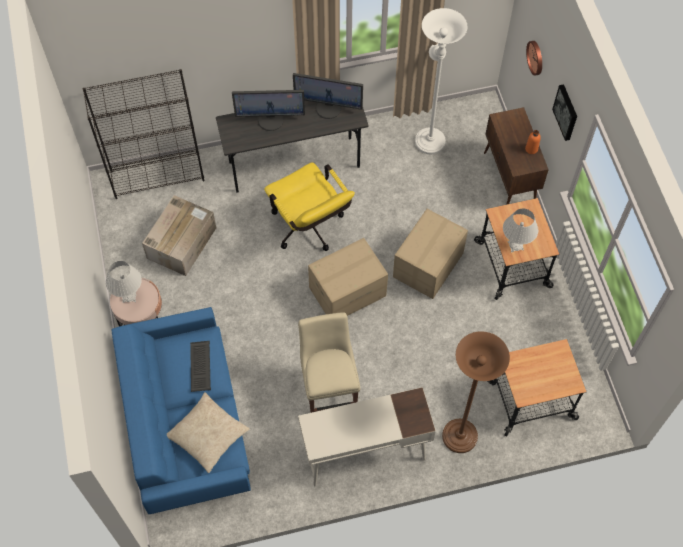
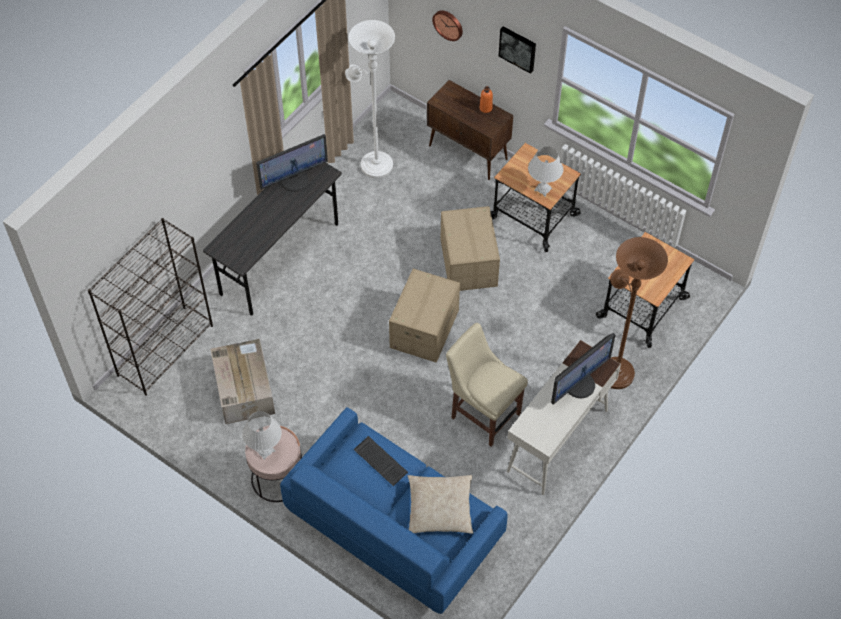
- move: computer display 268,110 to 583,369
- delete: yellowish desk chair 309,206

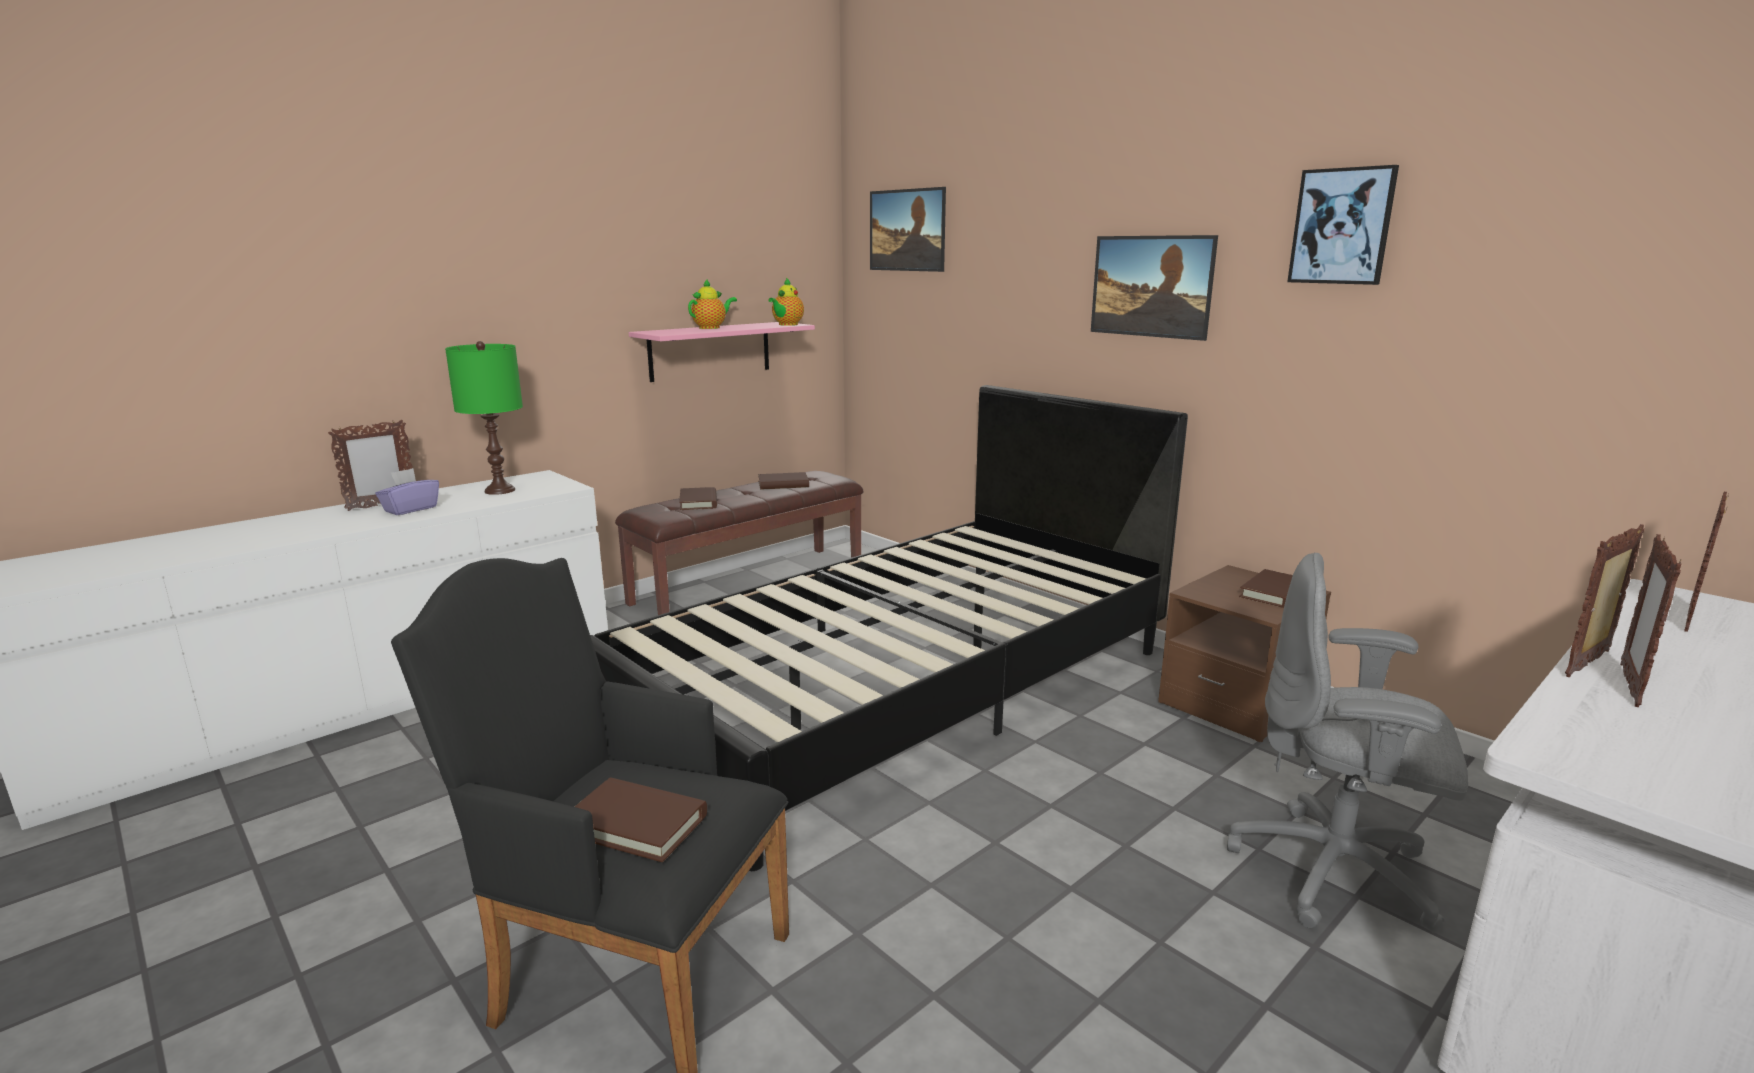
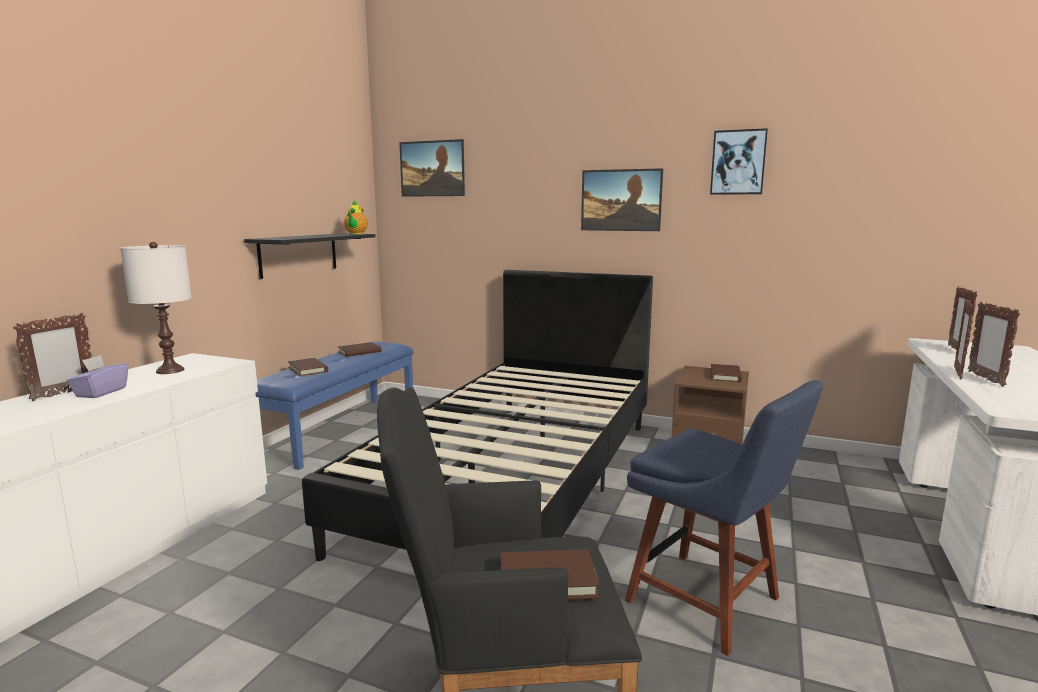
- recolor: green table lamp 484,418 to white-coloured table lamp 156,308
- recolor: pinkish shelf 722,352 to black shelf 309,256
- recolor: brown long seat 739,543 to blue-coloured long seat 334,406
- insert: blue-coloured chair 723,518
- delete: teapot 712,304
- delete: gray desk chair 1347,743

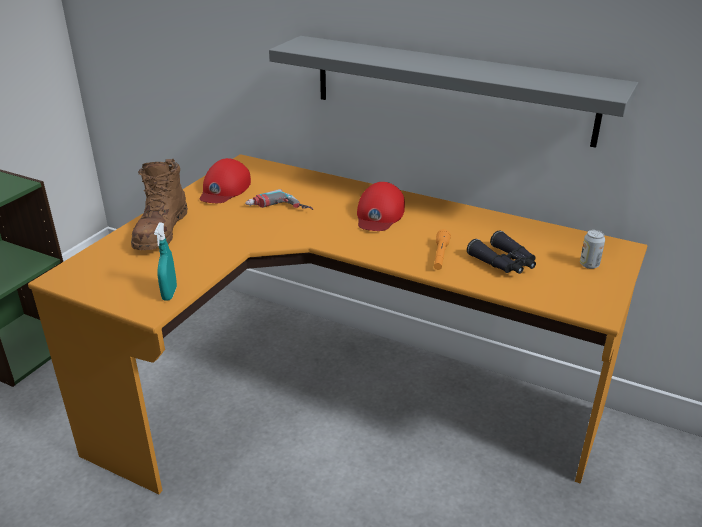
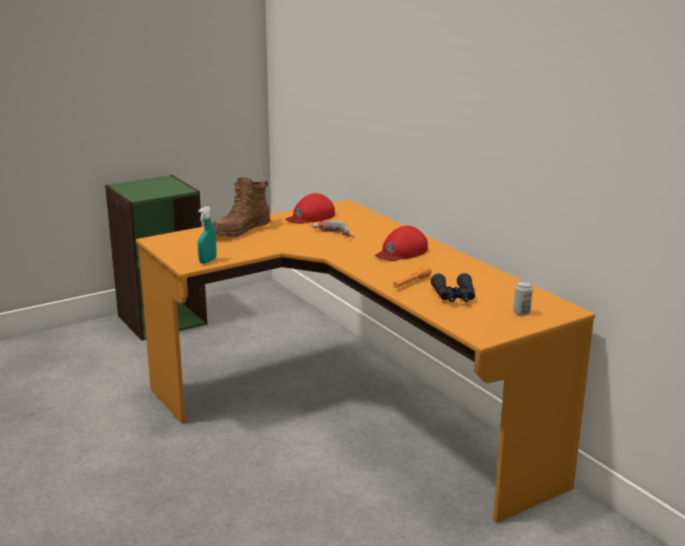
- delete: gray shelf 453,92

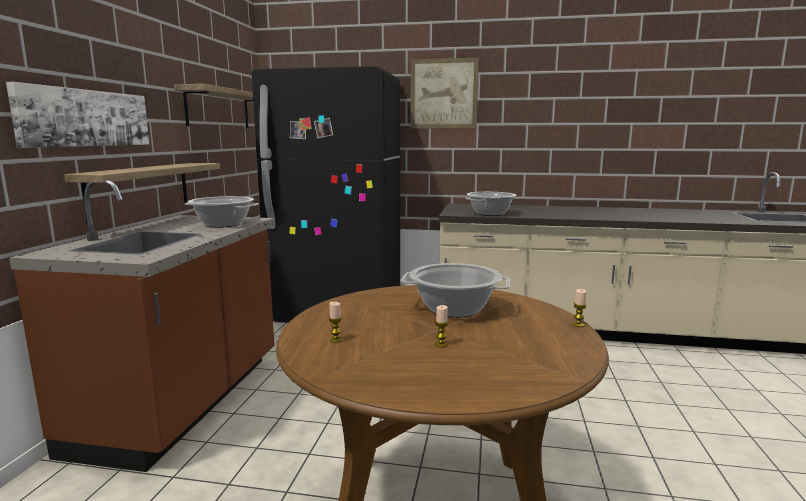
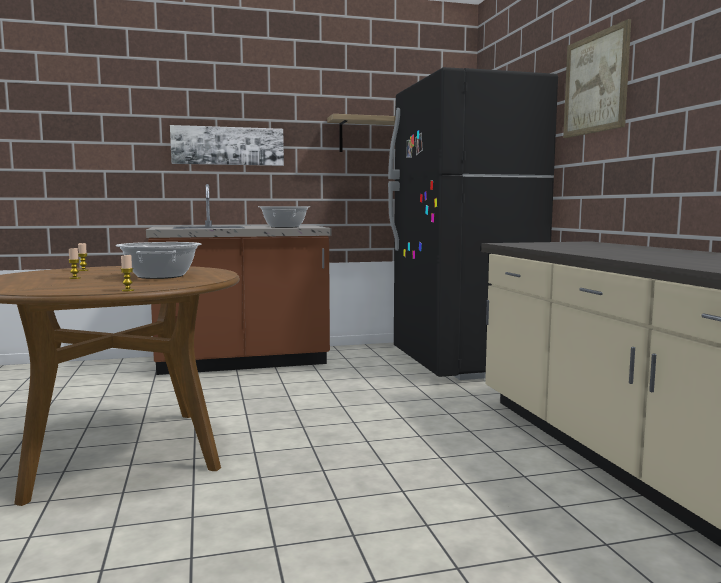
- delete: shelf 142,192
- delete: stockpot 491,204

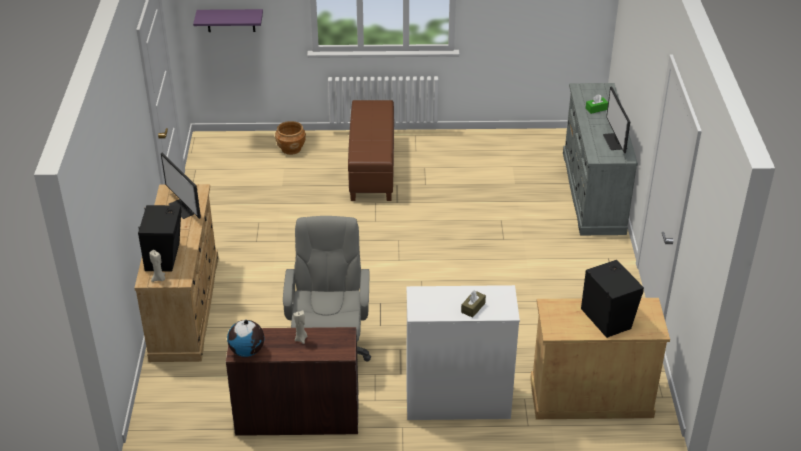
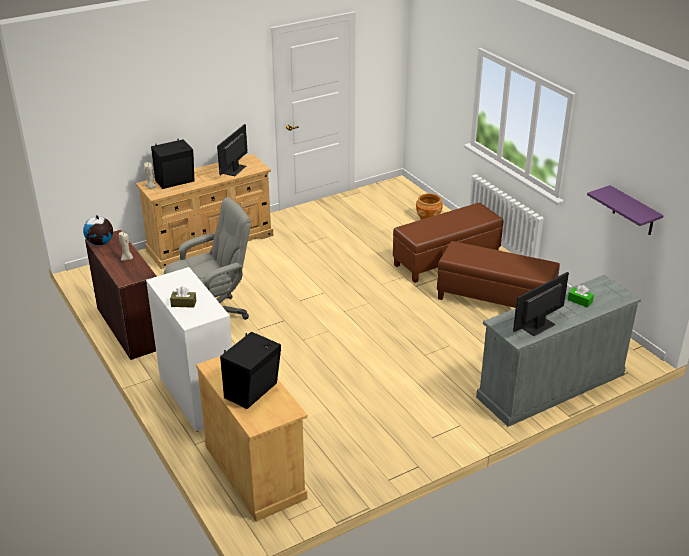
- insert: brown pouffe 498,274
- move: purple-coloured shelf 228,20 to 625,210

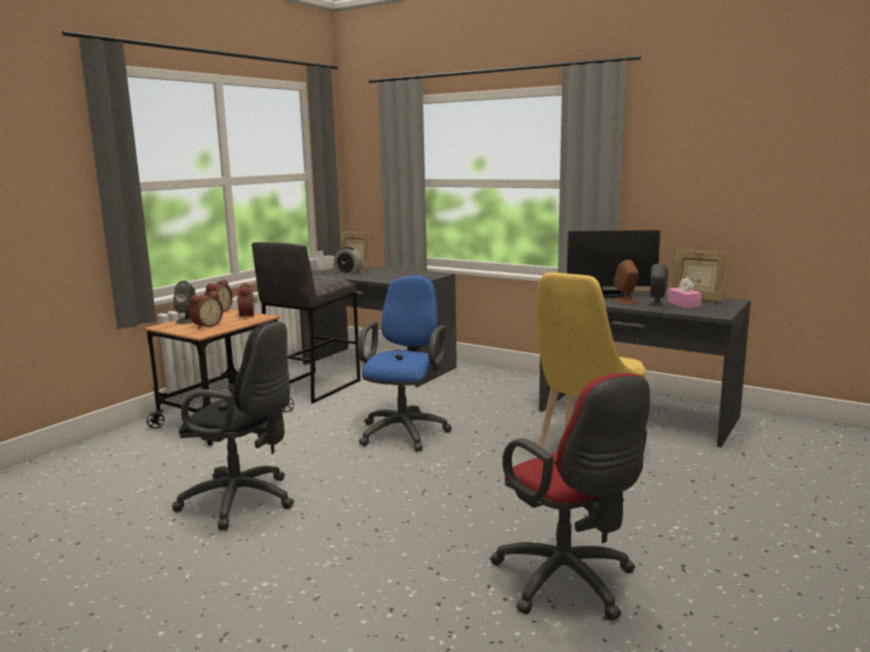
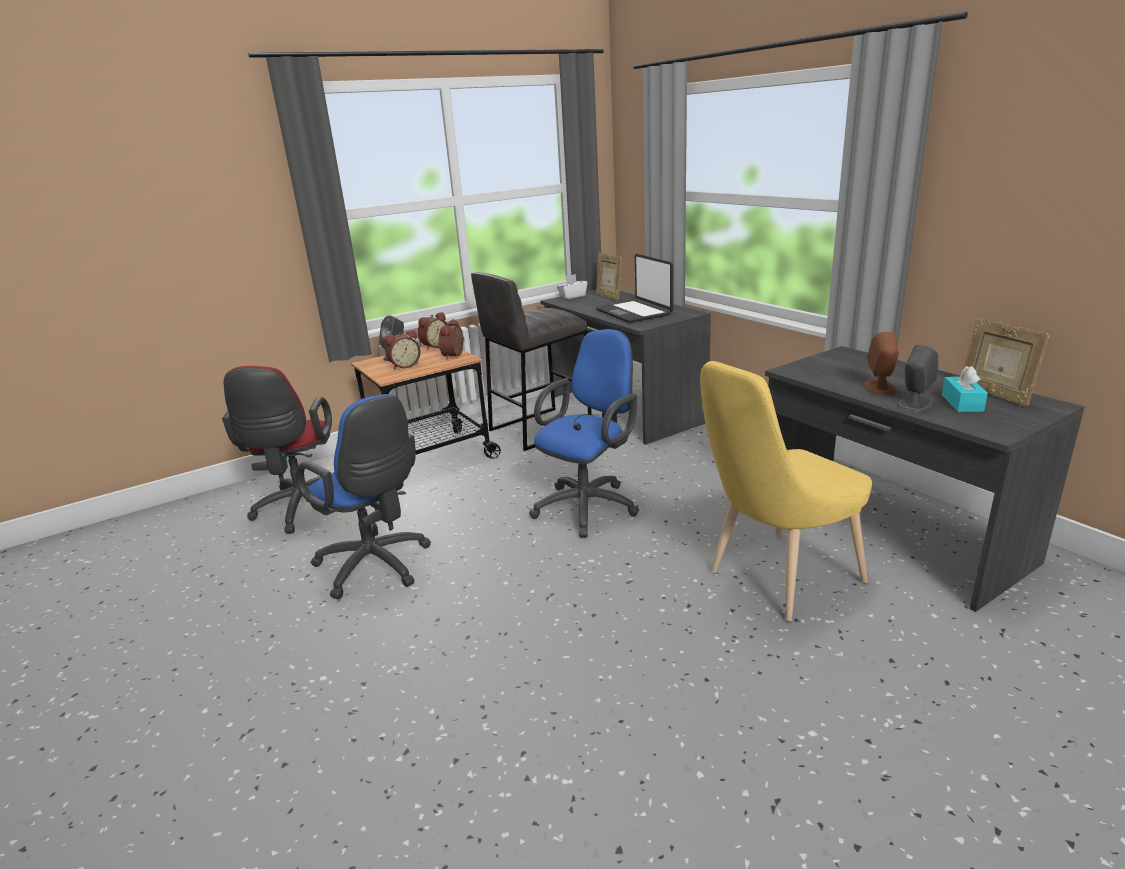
- move: reddish desk chair 570,497 to 277,450
- recolor: black desk chair 233,425 to blue-coloured desk chair 363,496
- insert: portable computer 634,288
- recolor: pinkish box of tissues 684,292 to blue-green box of tissues 965,389
- delete: alarm clock 348,260
- delete: computer display 613,264

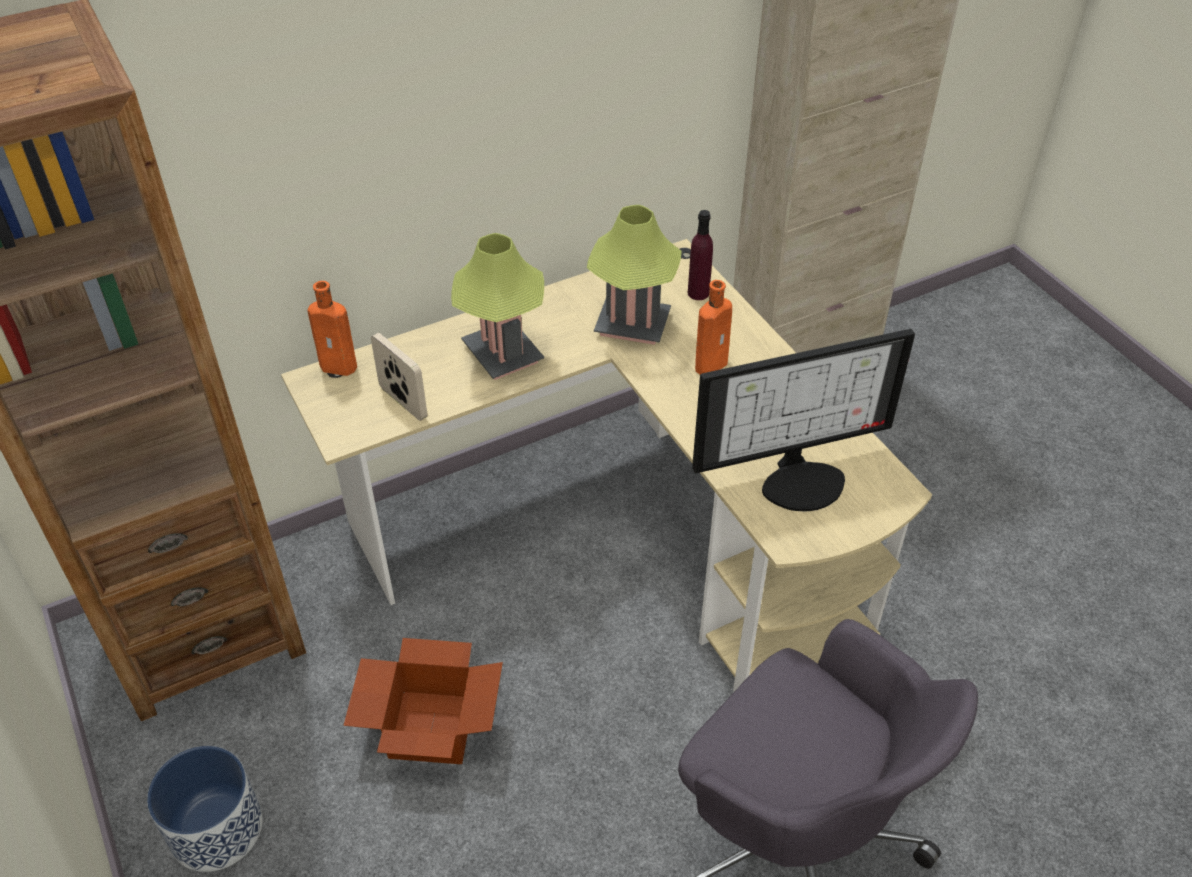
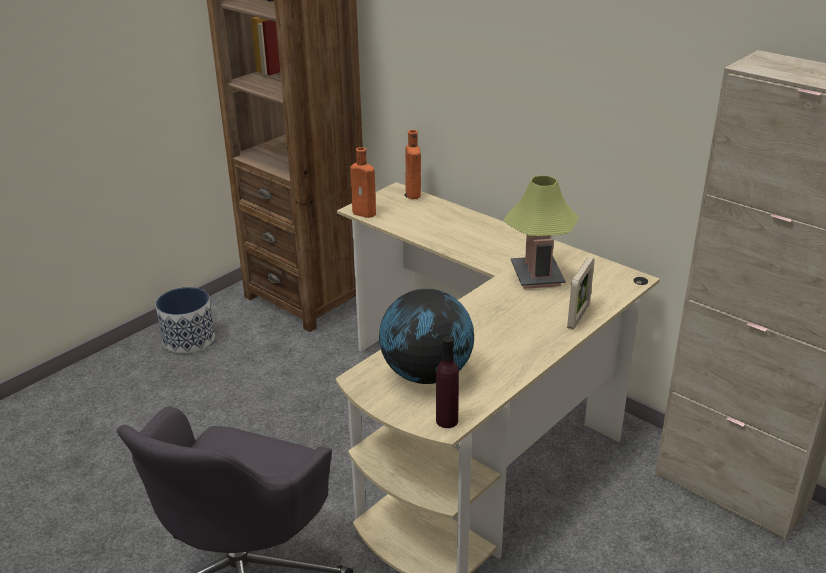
- move: orangey beverage bottle 713,327 to 363,182
- replace: computer display 803,420 to world globe 426,336
- move: purple-coloured beverage bottle 700,255 to 447,382
- move: photo frame 399,377 to 581,293
- delete: carton 423,701
- delete: table lamp 497,306

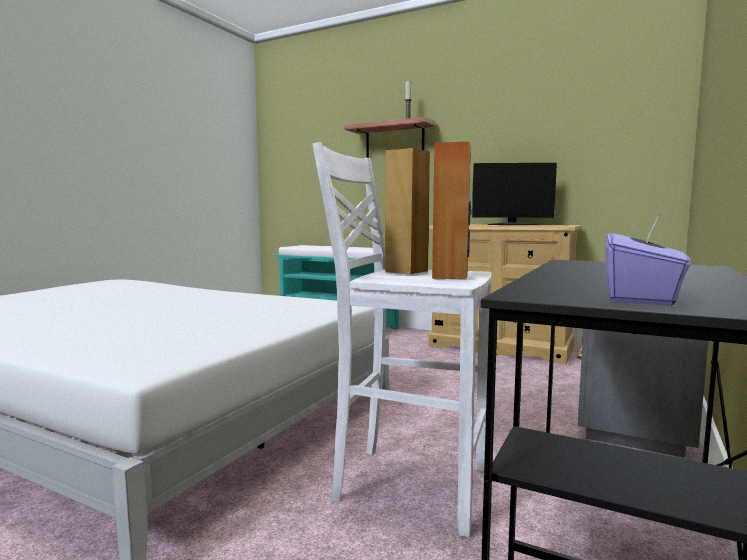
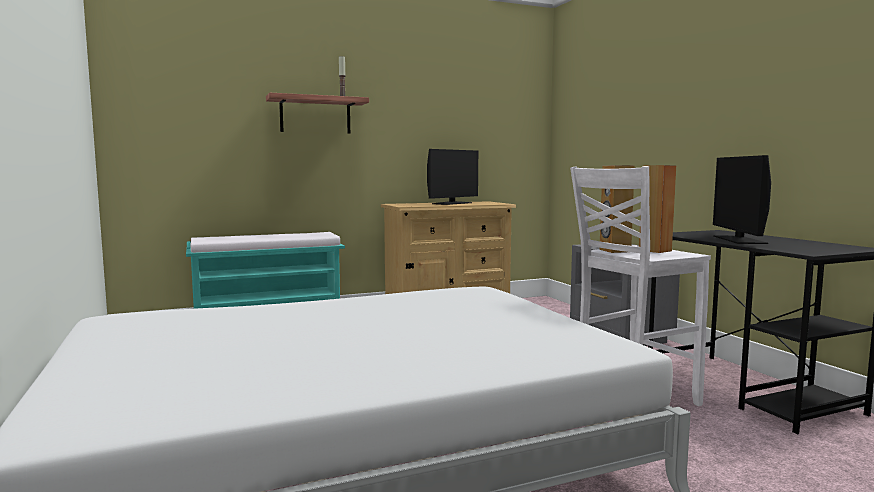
- insert: computer display 742,199
- delete: purple-coloured box of tissues 647,260

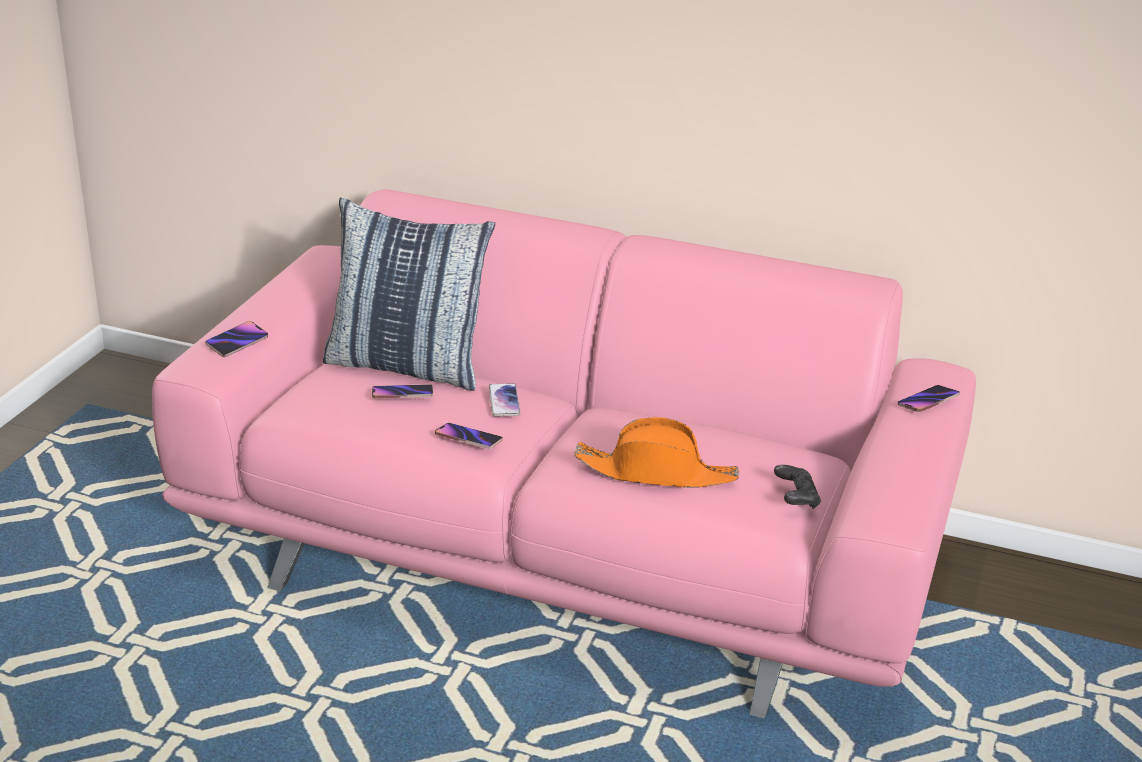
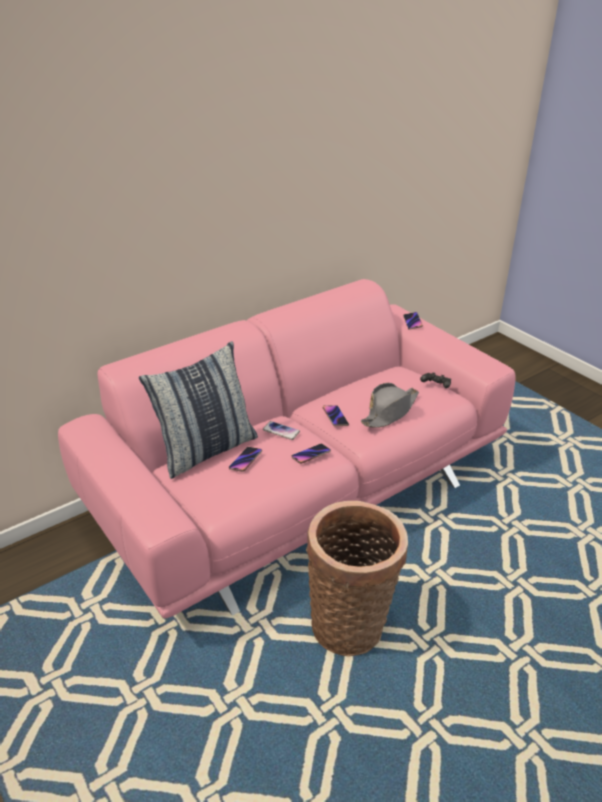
- insert: household basket 357,578
- move: phone 236,339 to 336,415
- recolor: orangey clothing hat 656,452 to gray clothing hat 389,405

